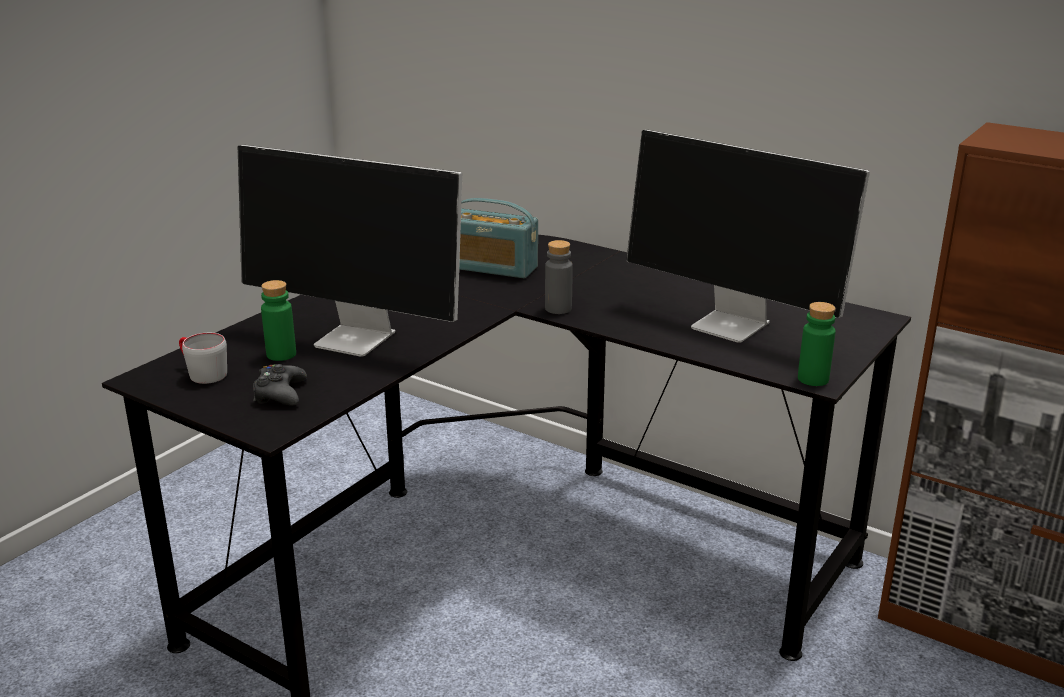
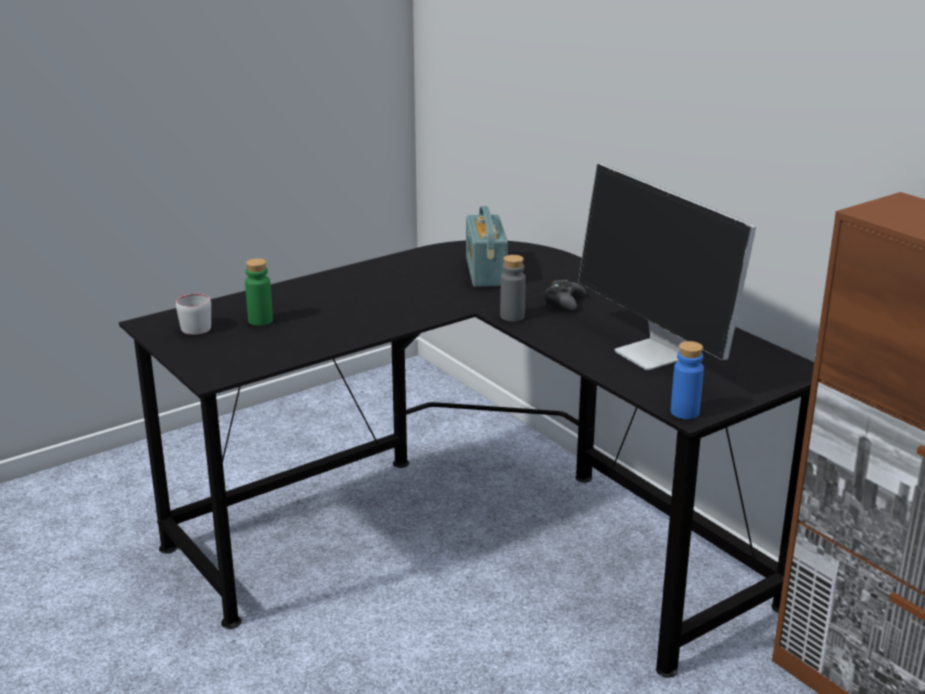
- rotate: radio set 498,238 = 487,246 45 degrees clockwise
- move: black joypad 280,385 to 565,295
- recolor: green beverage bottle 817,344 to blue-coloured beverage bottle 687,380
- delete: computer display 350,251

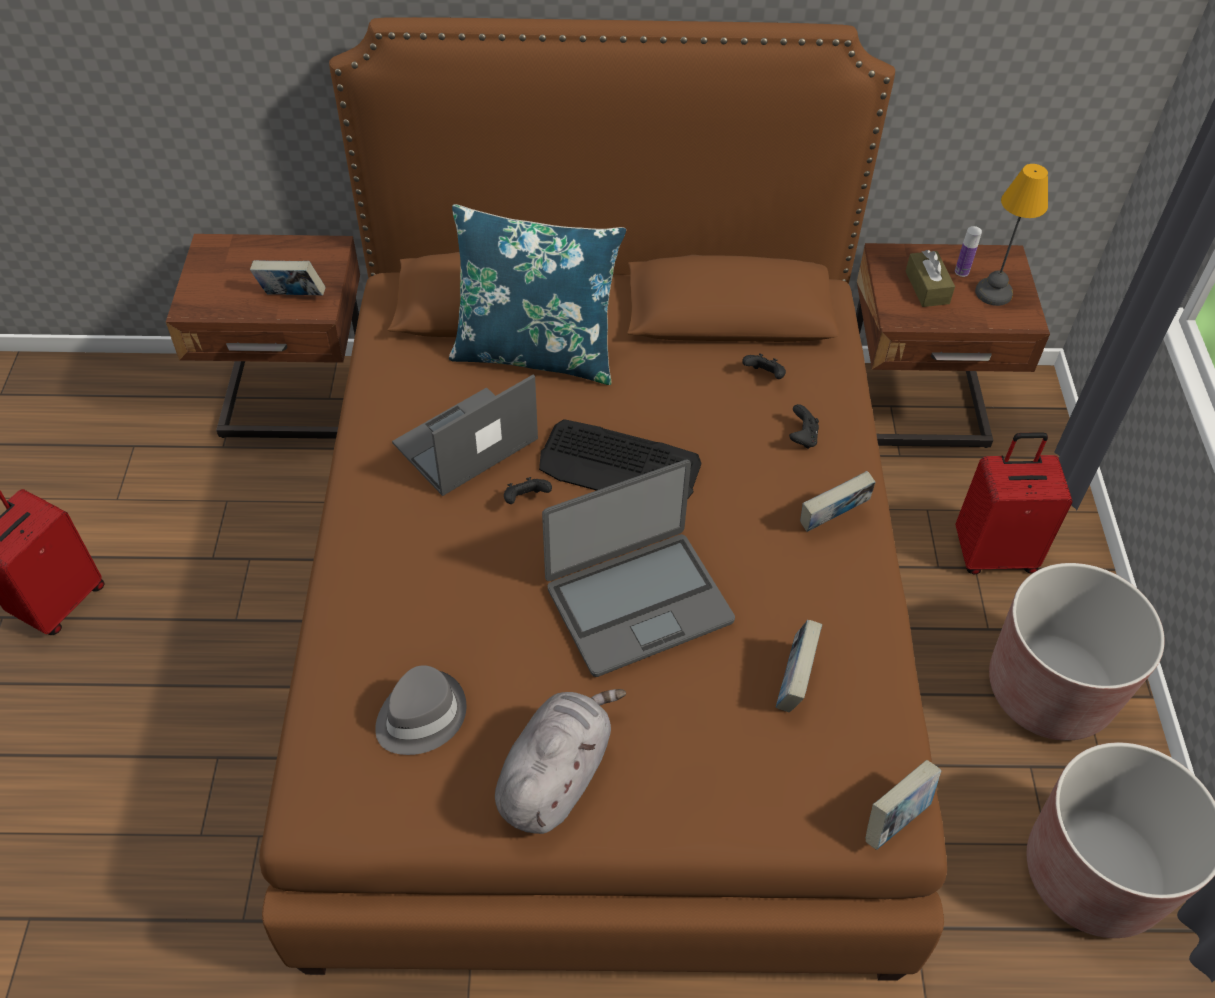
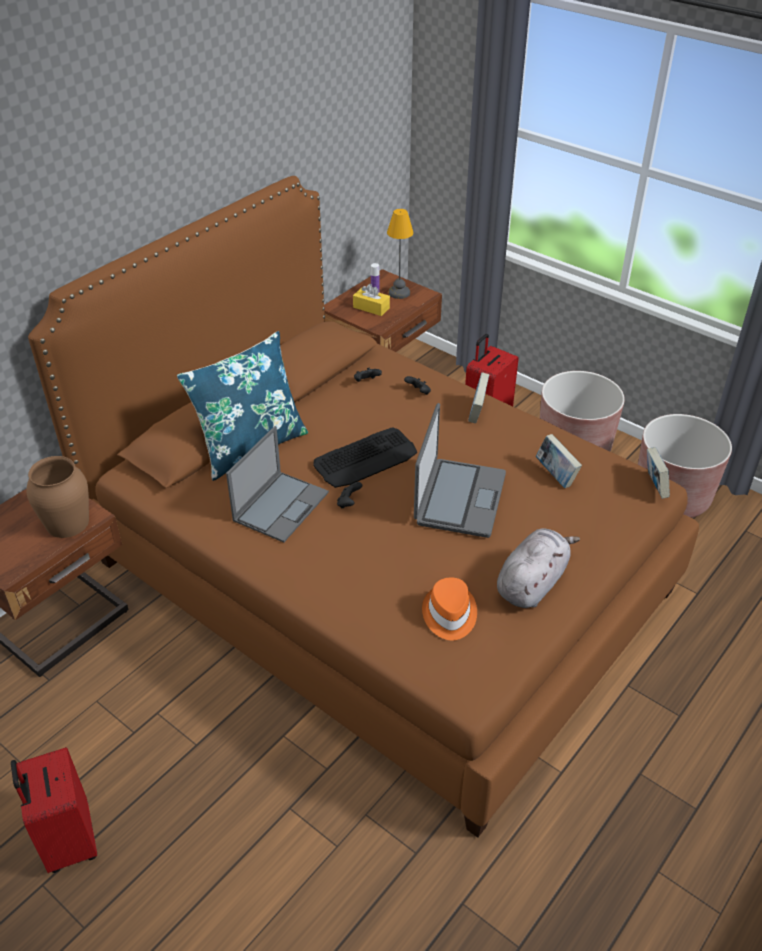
- replace: volume 287,277 to brown decorative vase 57,497
- rotate: portable computer 465,435 = 277,484 150 degrees counterclockwise
- recolor: brown box of tissues 930,278 to yellowish box of tissues 371,300
- recolor: gray clothing hat 421,710 to orangey clothing hat 449,608
- rotate: gray cuddly toy 560,761 = 538,568 60 degrees clockwise

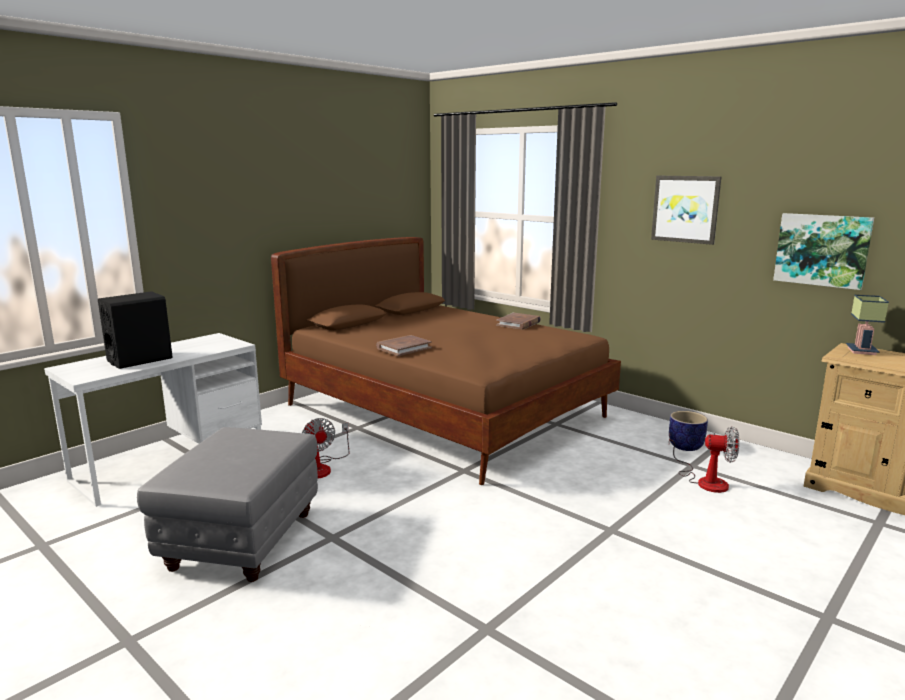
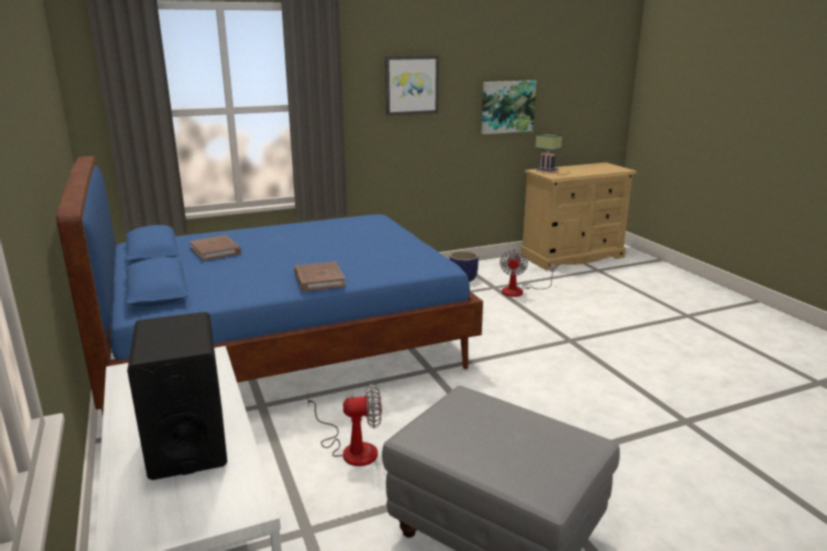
- recolor: brown sleeping bed 446,361 to blue-coloured sleeping bed 269,285
- move: brown volume 518,321 to 215,248
- rotate: fan 704,459 = 528,273 150 degrees clockwise

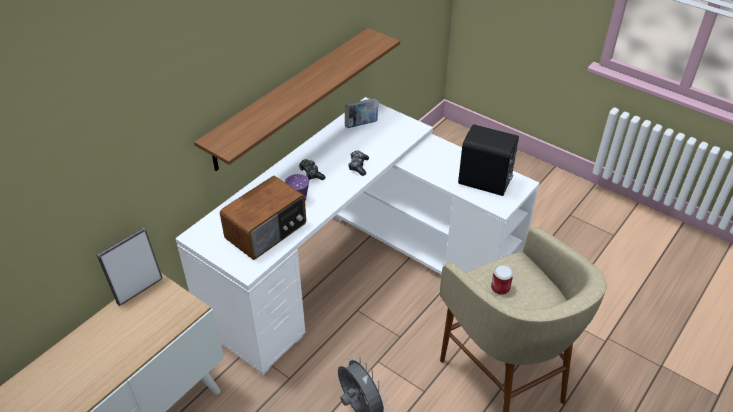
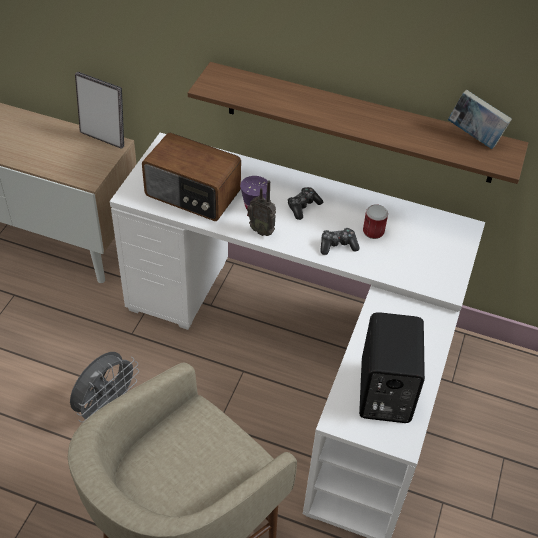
- insert: radio set 261,208
- move: sealed can 502,280 to 375,221
- move: volume 362,113 to 480,119

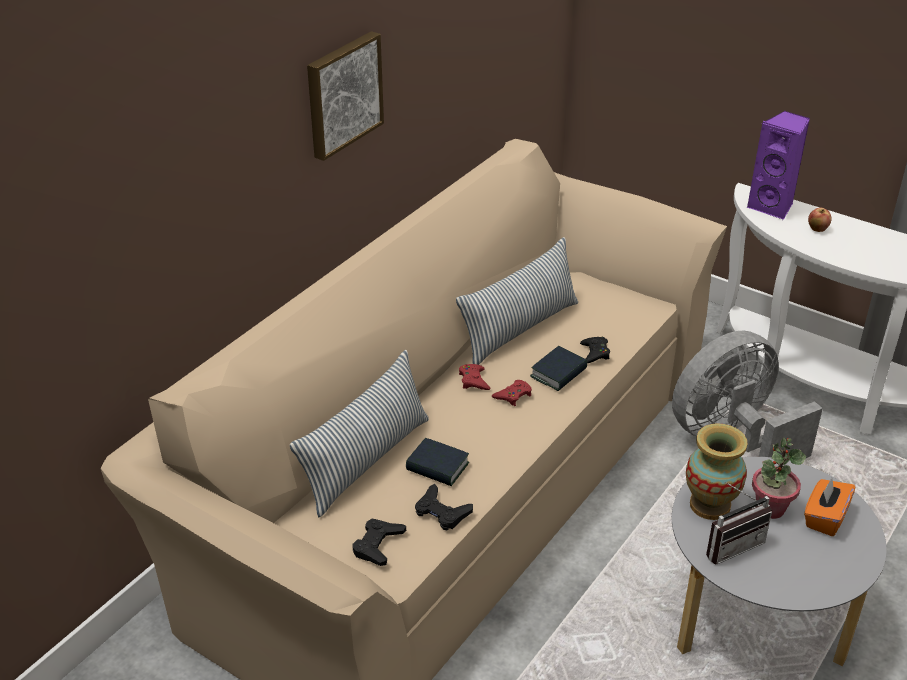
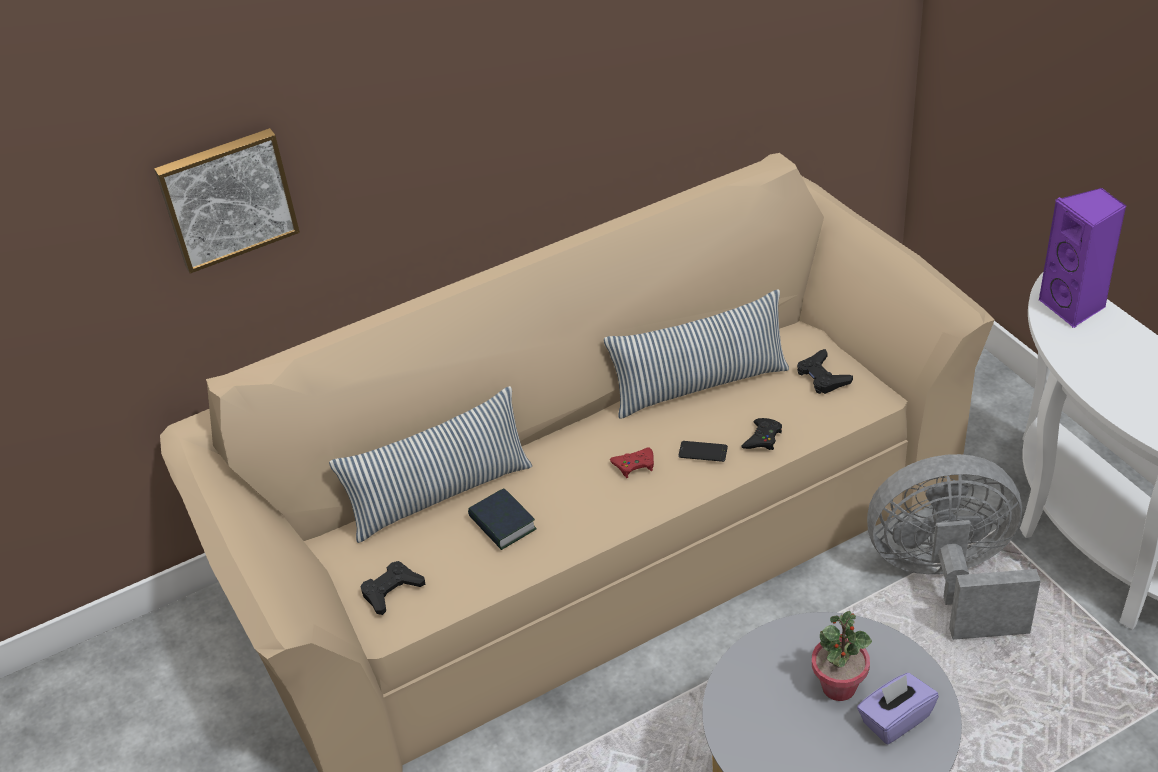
- move: wall art 345,96 to 227,201
- replace: volume 558,368 to phone 703,451
- move: black joypad 444,507 to 825,371
- recolor: orangey box of tissues 829,507 to purple-coloured box of tissues 898,708
- delete: reddish joypad 474,377
- delete: decorative vase 717,471
- delete: radio set 739,523
- delete: apple fruit 820,220

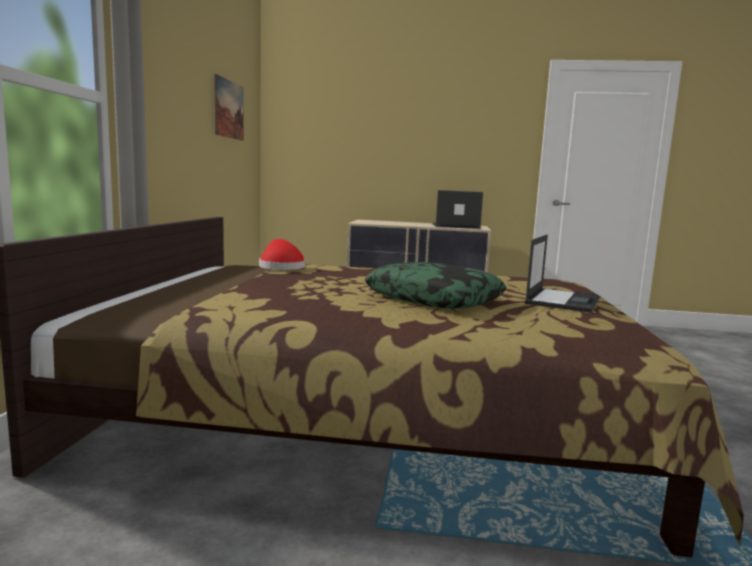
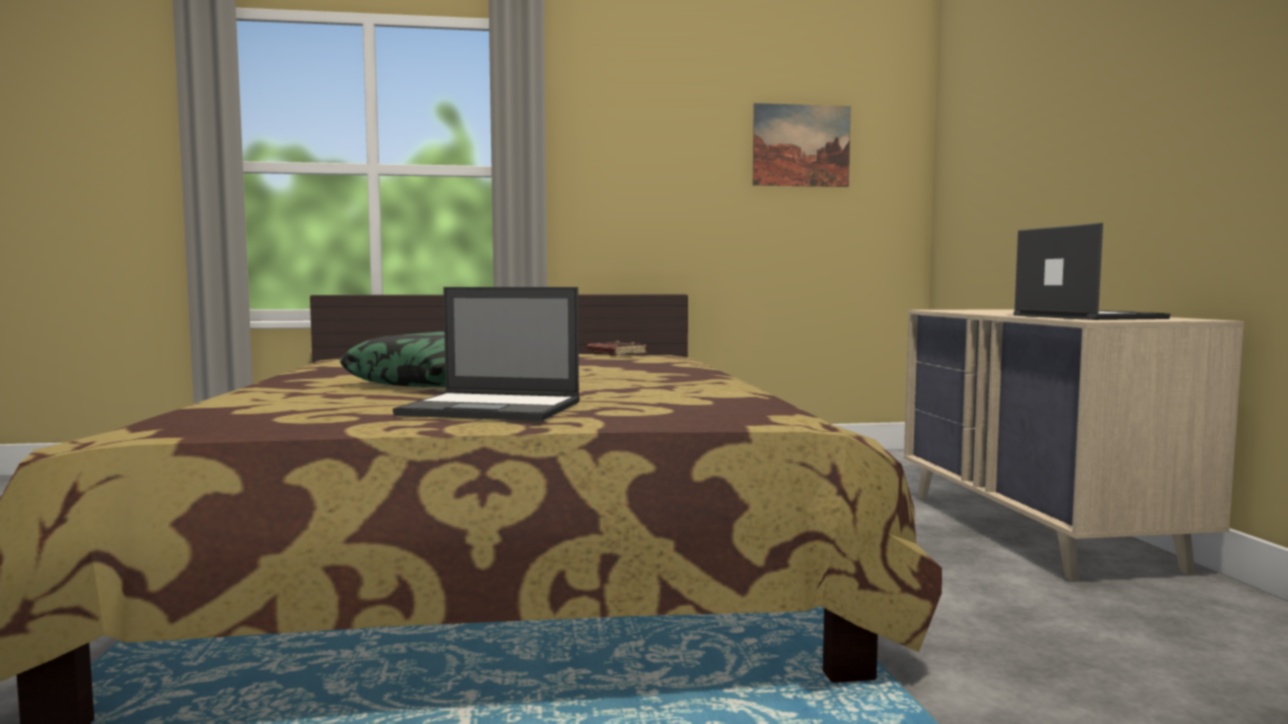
- replace: reddish clothing hat 282,254 to brown volume 617,348

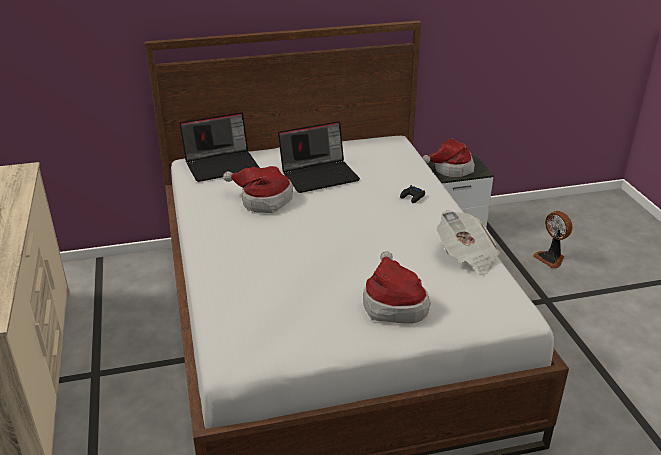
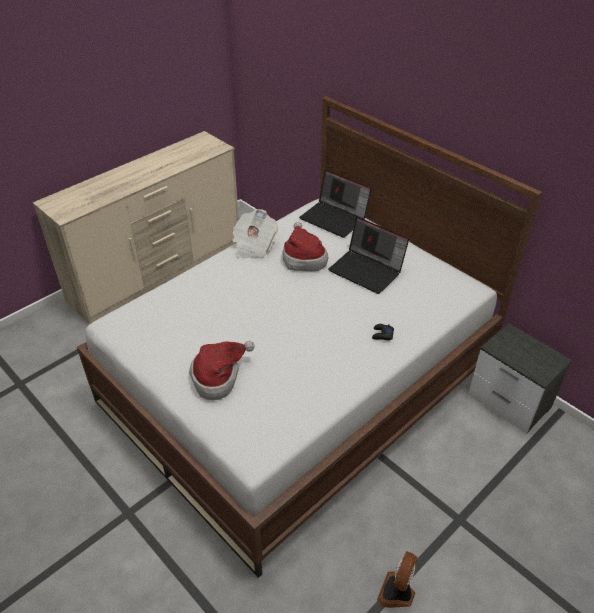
- move: daily paper 468,242 to 255,234
- move: fan 553,239 to 397,579
- delete: clothing hat 448,158

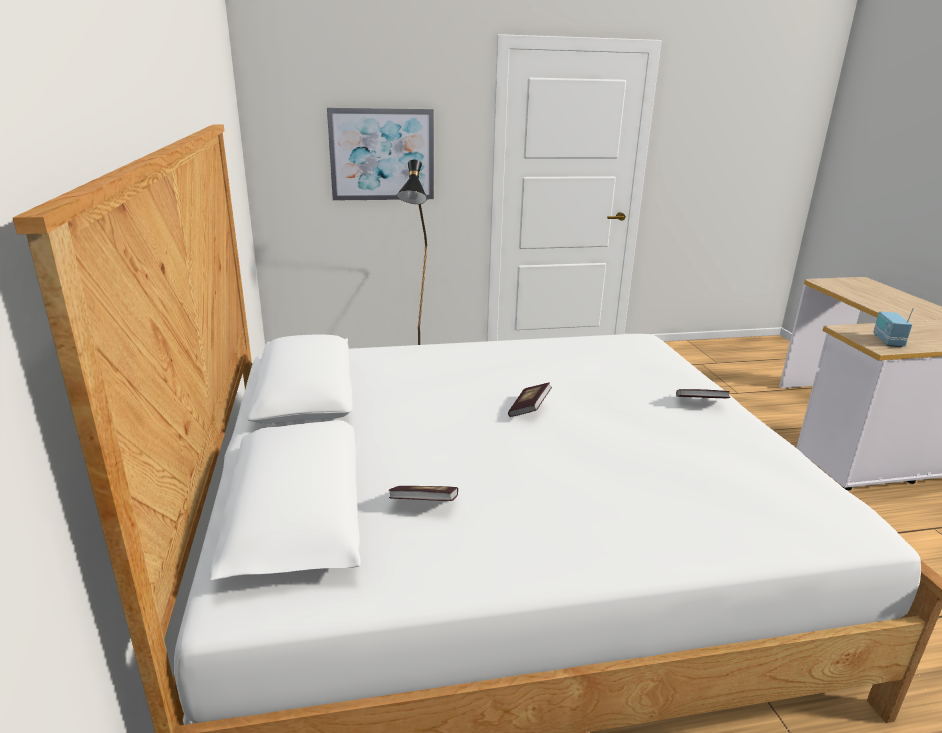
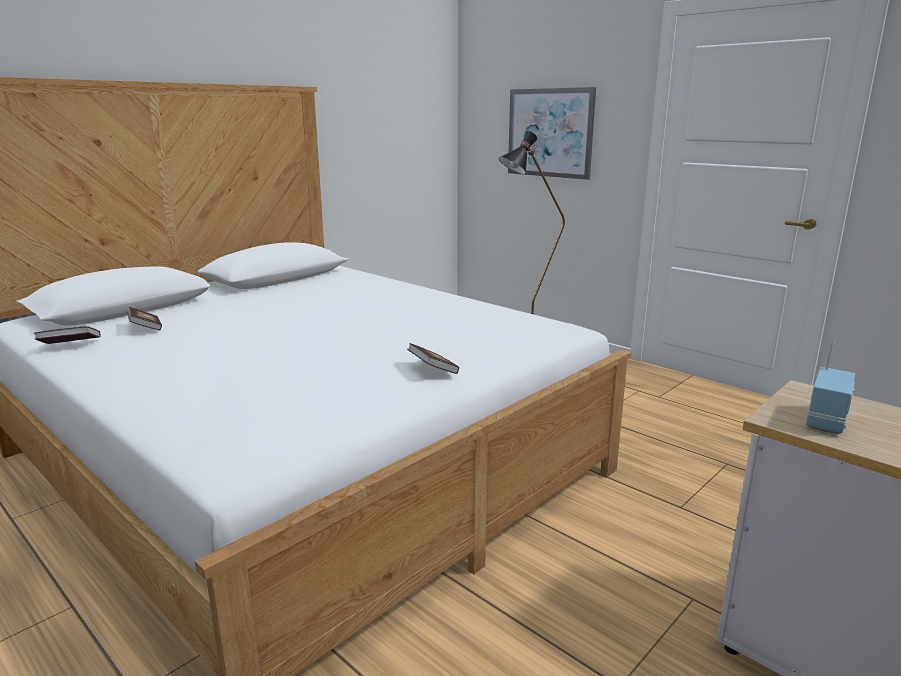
- move: volume 530,399 to 67,335
- rotate: radio set 893,327 = 830,387 150 degrees clockwise

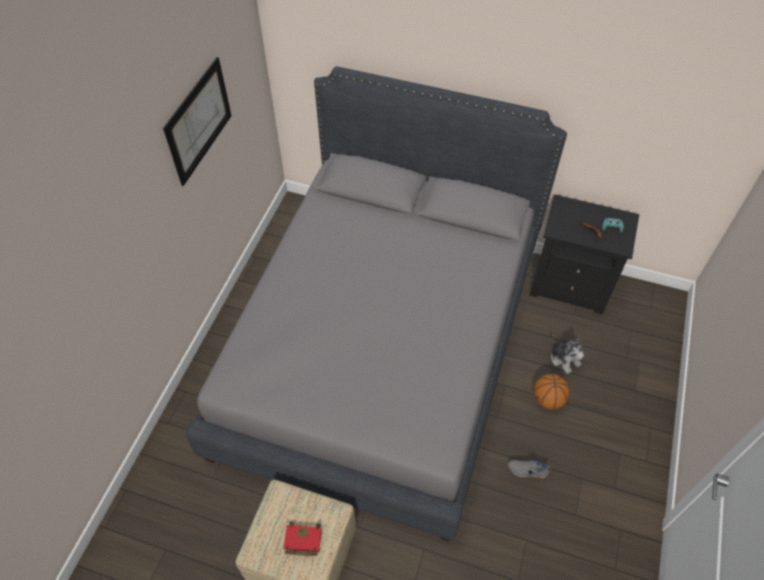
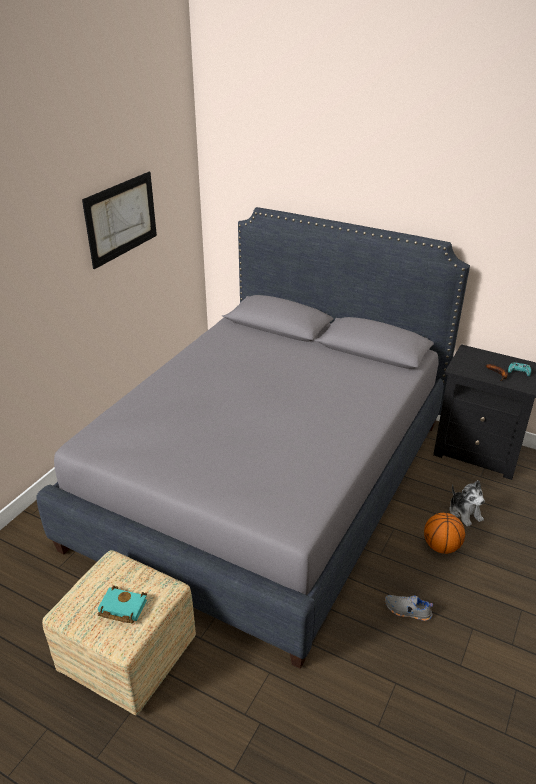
- recolor: reddish volume 302,539 to blue-green volume 122,604

